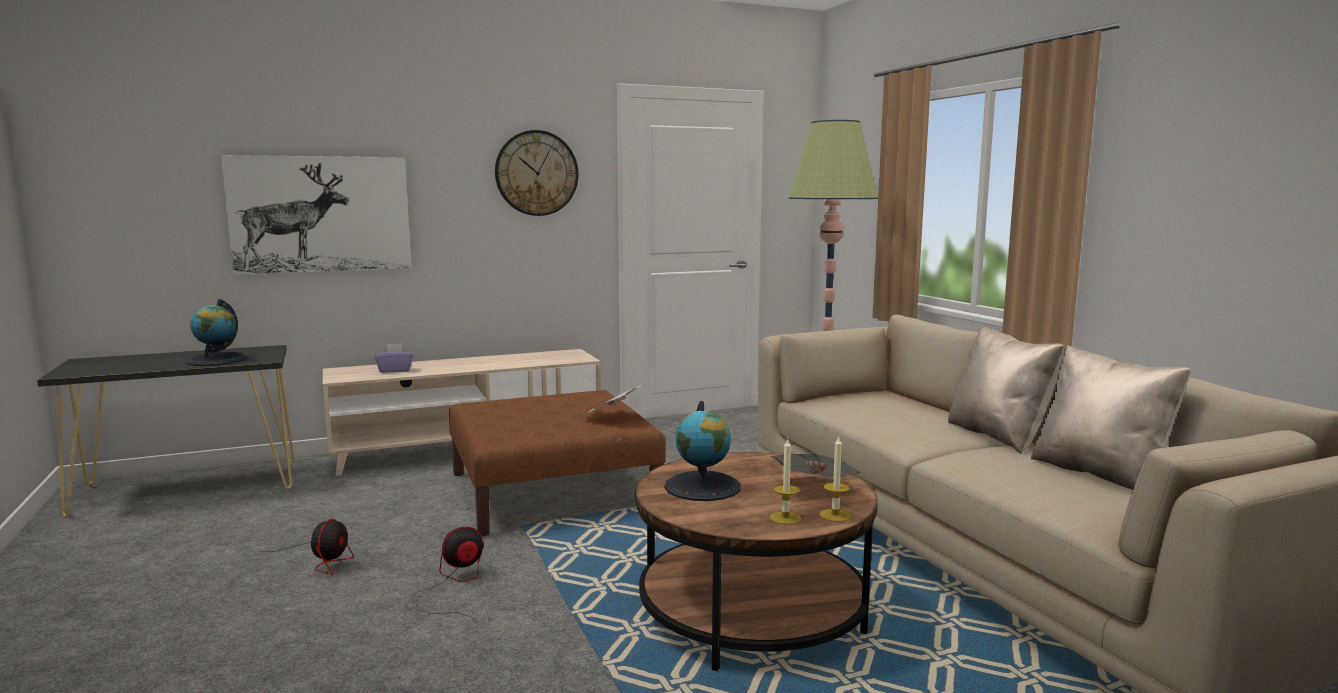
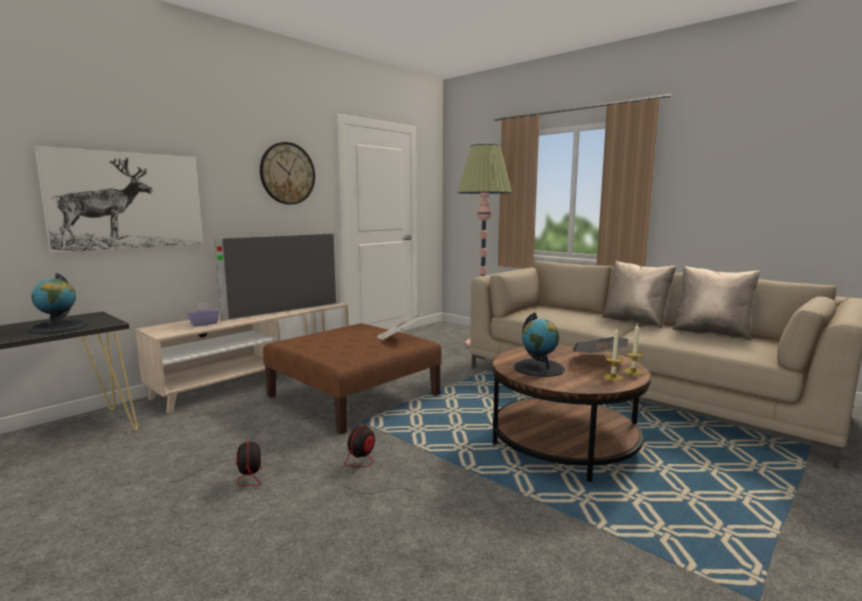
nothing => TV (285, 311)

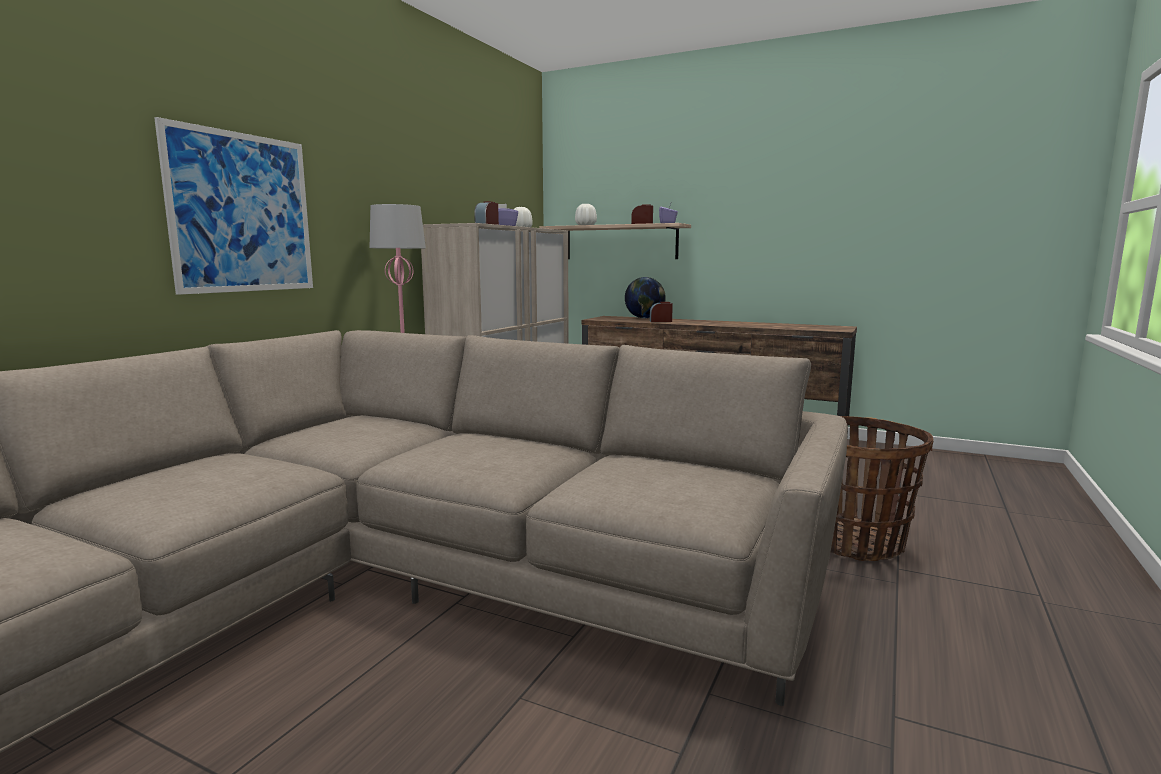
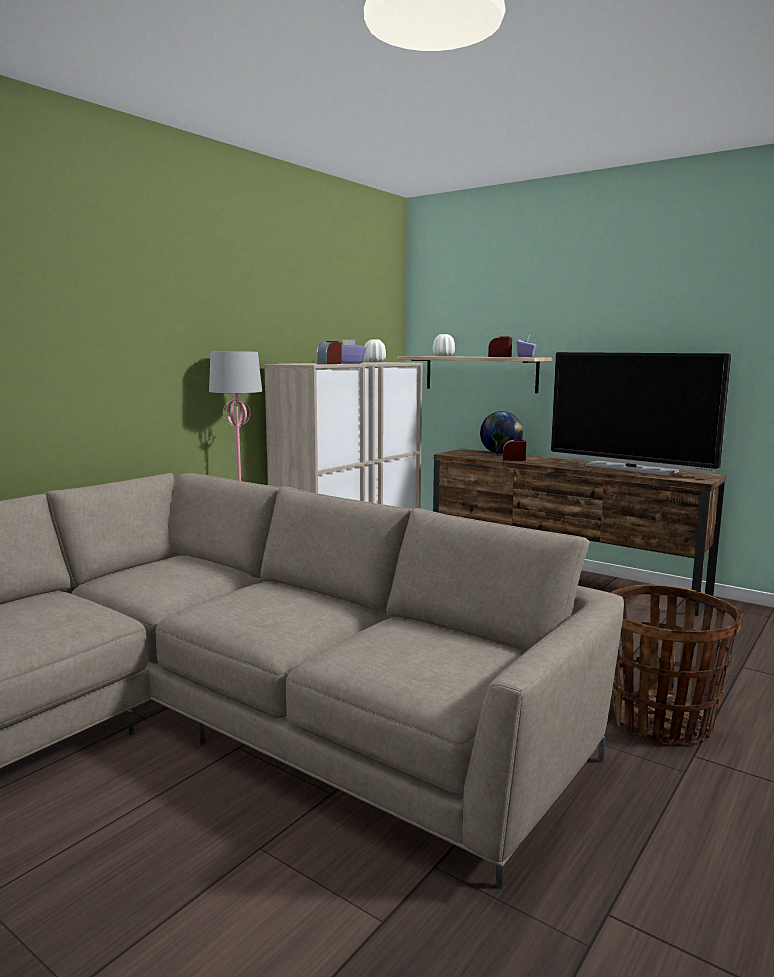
nothing => TV (630, 468)
wall_picture (242, 213) => nothing

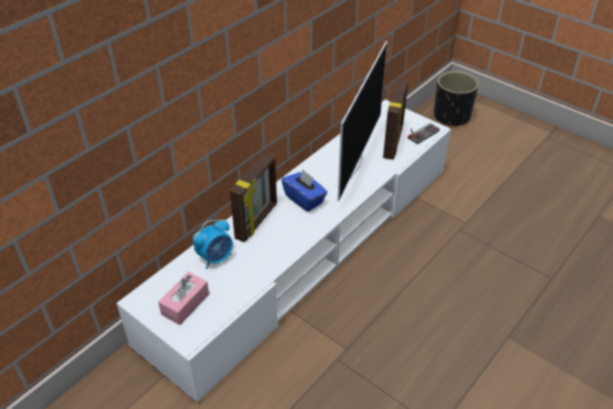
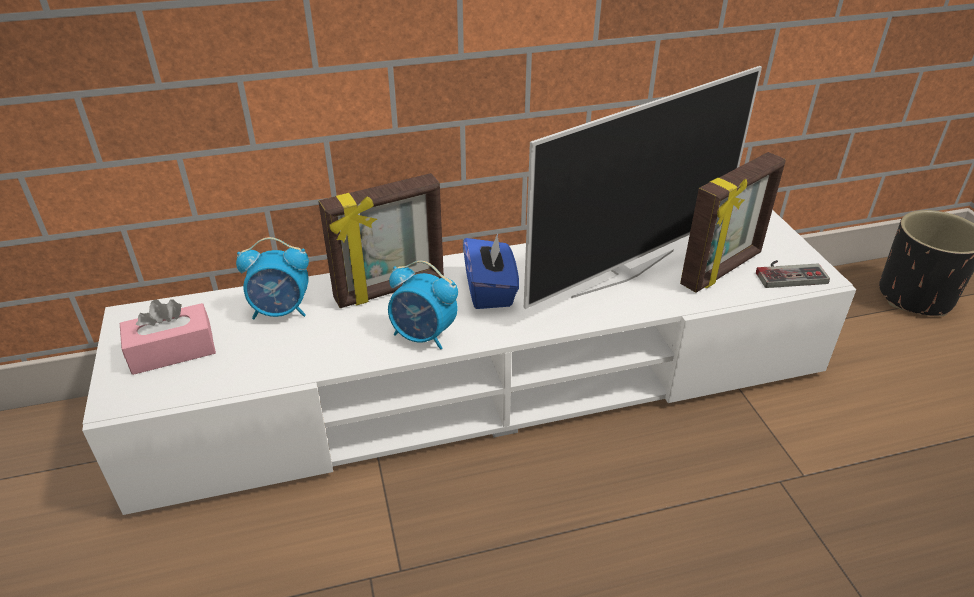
nothing => bedside_clock (423, 336)

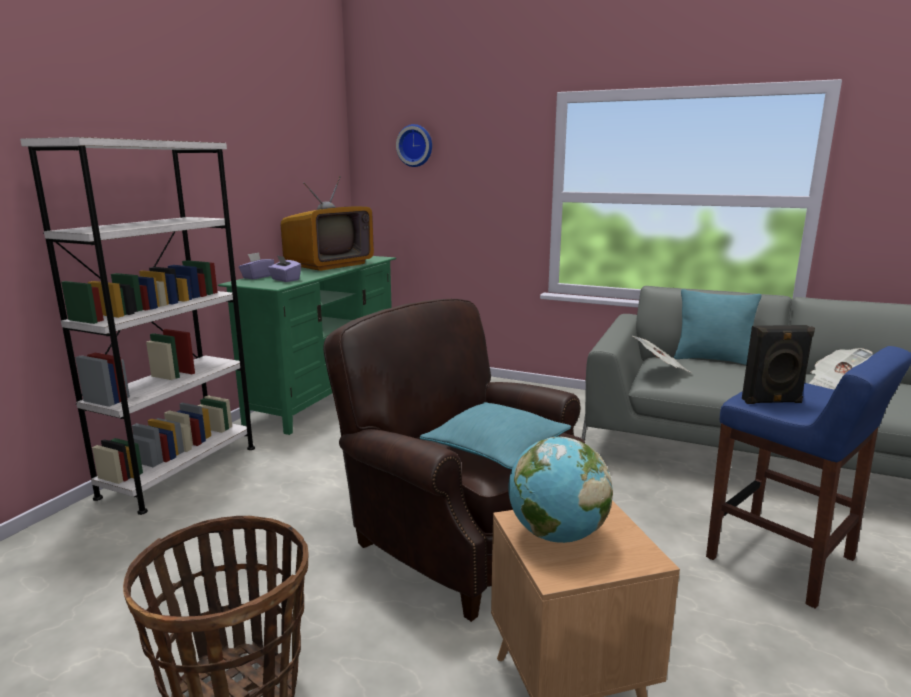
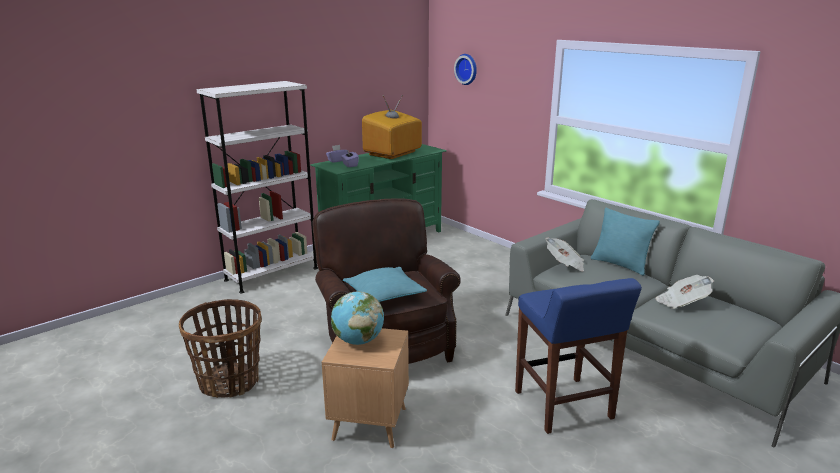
TV (329, 265) => TV (393, 153), 150 degrees clockwise
blackish_loudspeaker (772, 401) => nothing

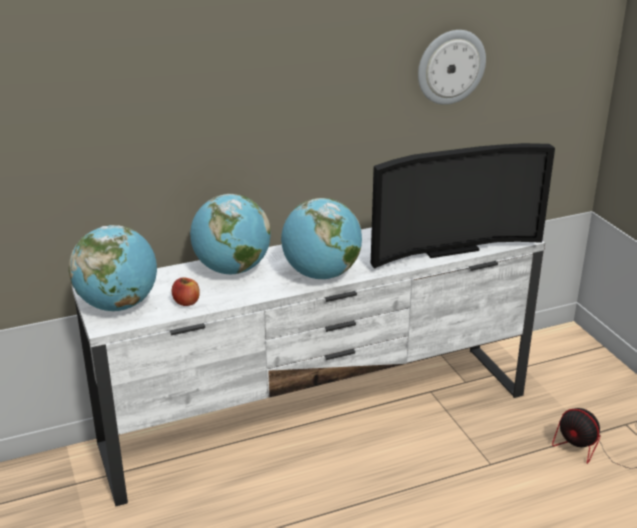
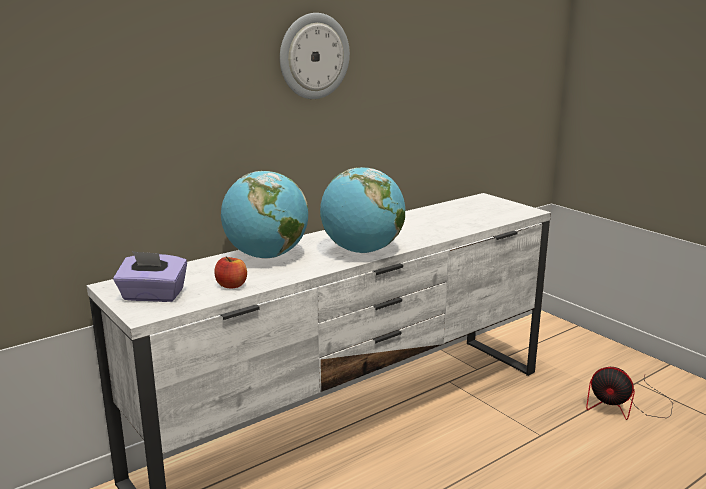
world_globe (118, 305) => purple_tissue_holder (153, 296)
clock_on_the_wall (450, 67) => clock_on_the_wall (313, 56), relocated
TV (447, 247) => nothing

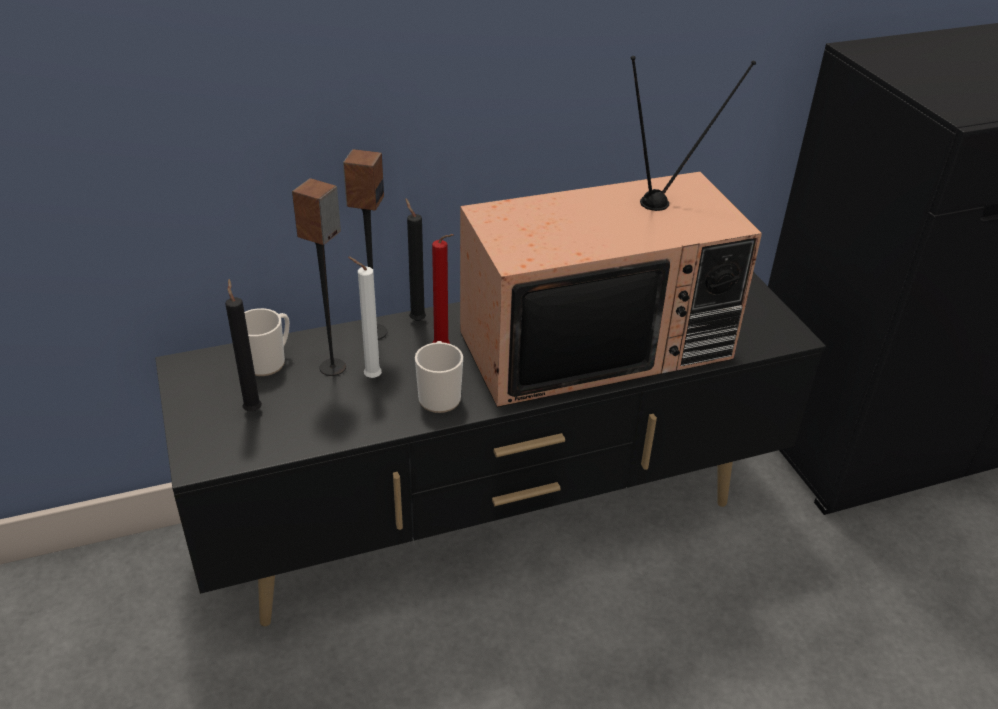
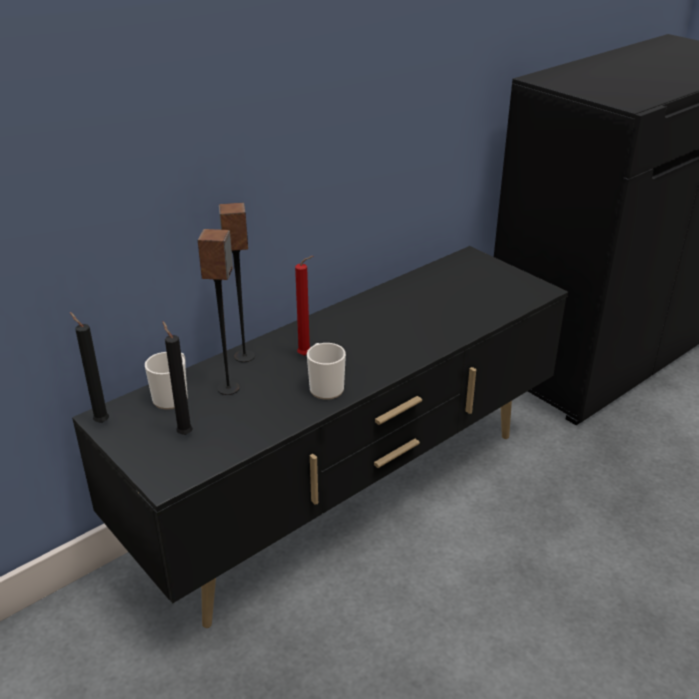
blackish_wax_light (416, 319) => blackish_wax_light (100, 421), relocated
white_wax_light (370, 377) => nothing
TV (596, 342) => nothing

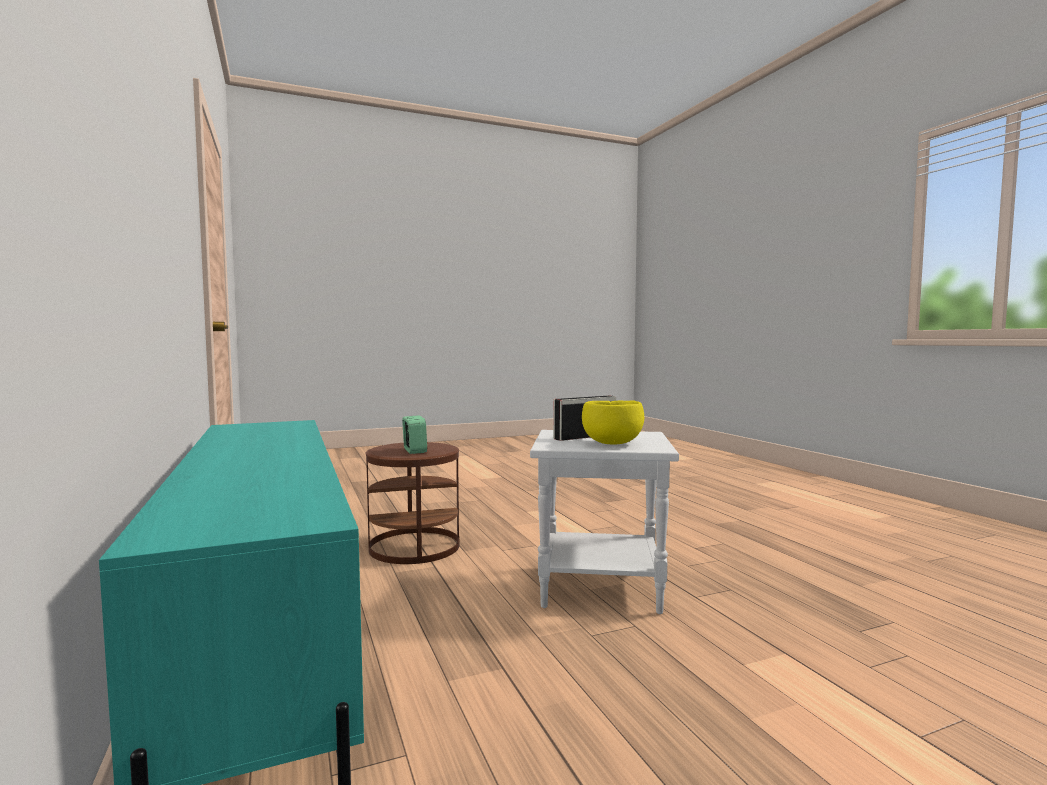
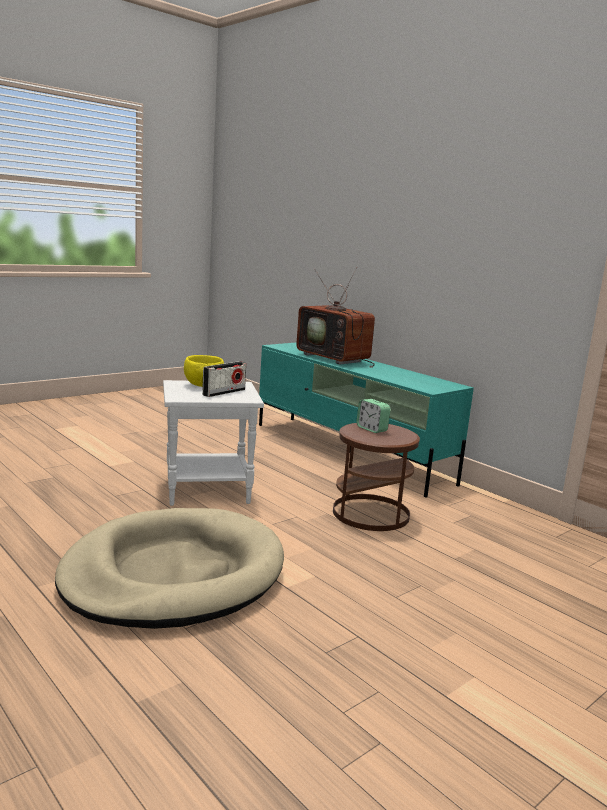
nothing => beige_dog_cushion (173, 574)
nothing => TV (336, 358)

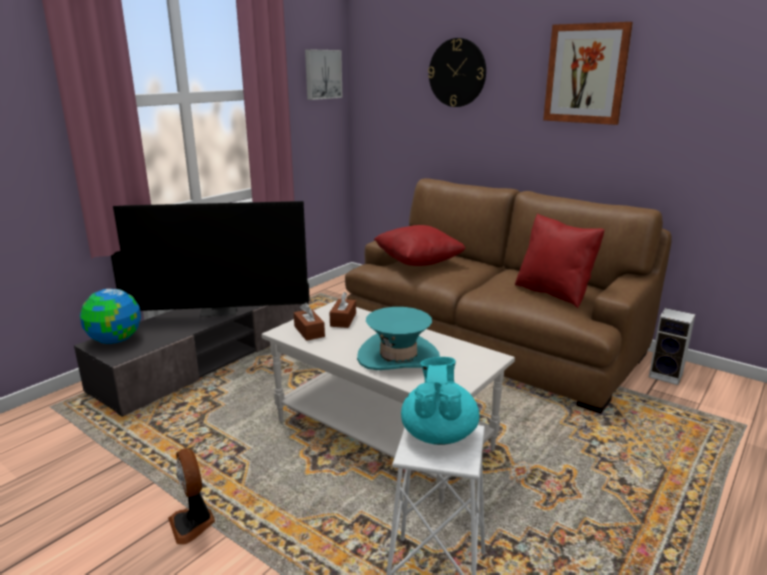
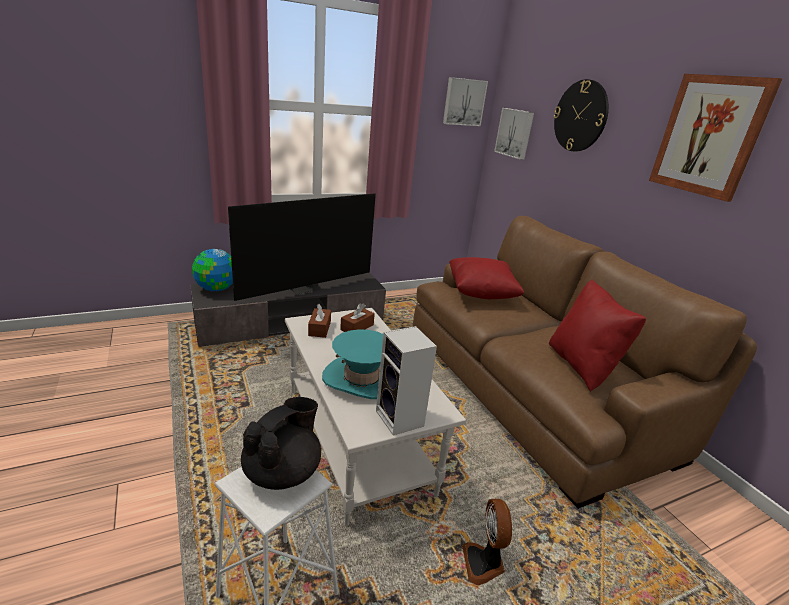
TV (220, 311) => TV (304, 288), 60 degrees counterclockwise
turquoise-coloured_pot_for_tea (438, 434) => blackish_pot_for_tea (283, 472)
loudspeaker (667, 376) => loudspeaker (401, 419), relocated
fan (193, 523) => fan (483, 563), relocated
nothing => wall_picture (515, 133)

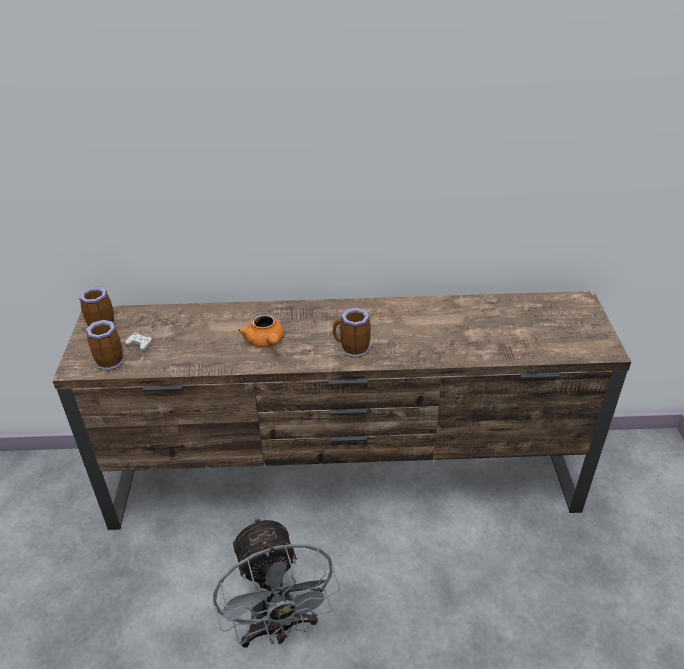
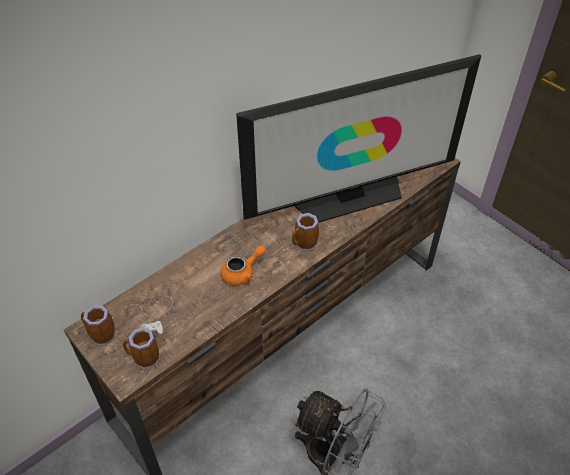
orange_pot_for_tea (266, 342) => orange_pot_for_tea (242, 273), 60 degrees counterclockwise
nothing => TV (350, 197)

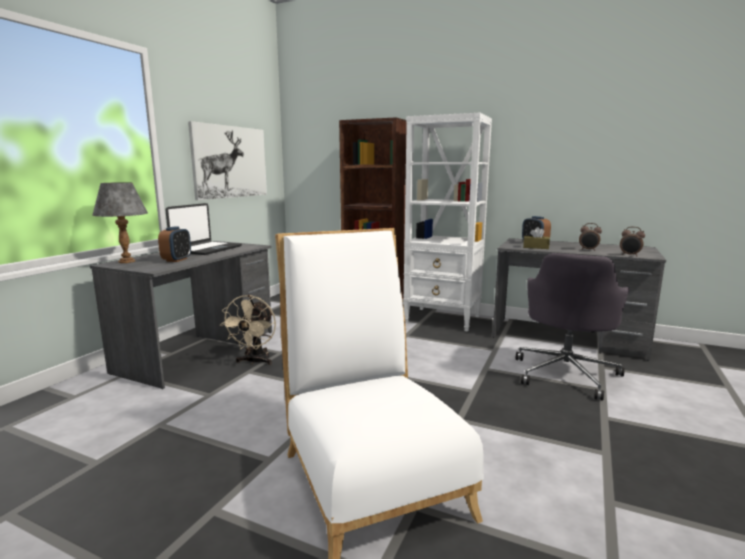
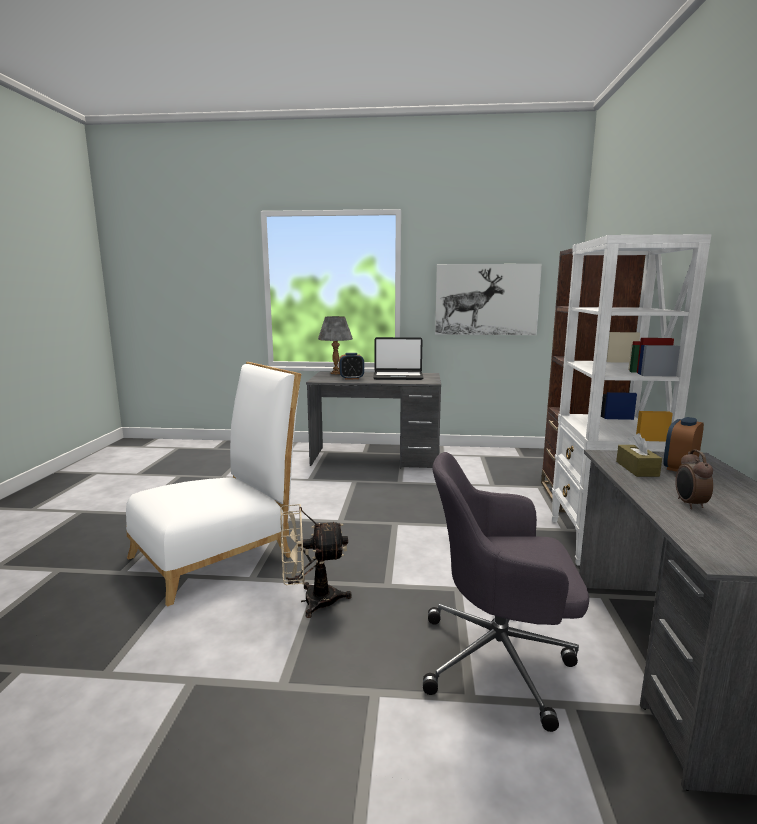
beige_fan (255, 361) => beige_fan (311, 601), relocated
bedside_clock (630, 255) => nothing

